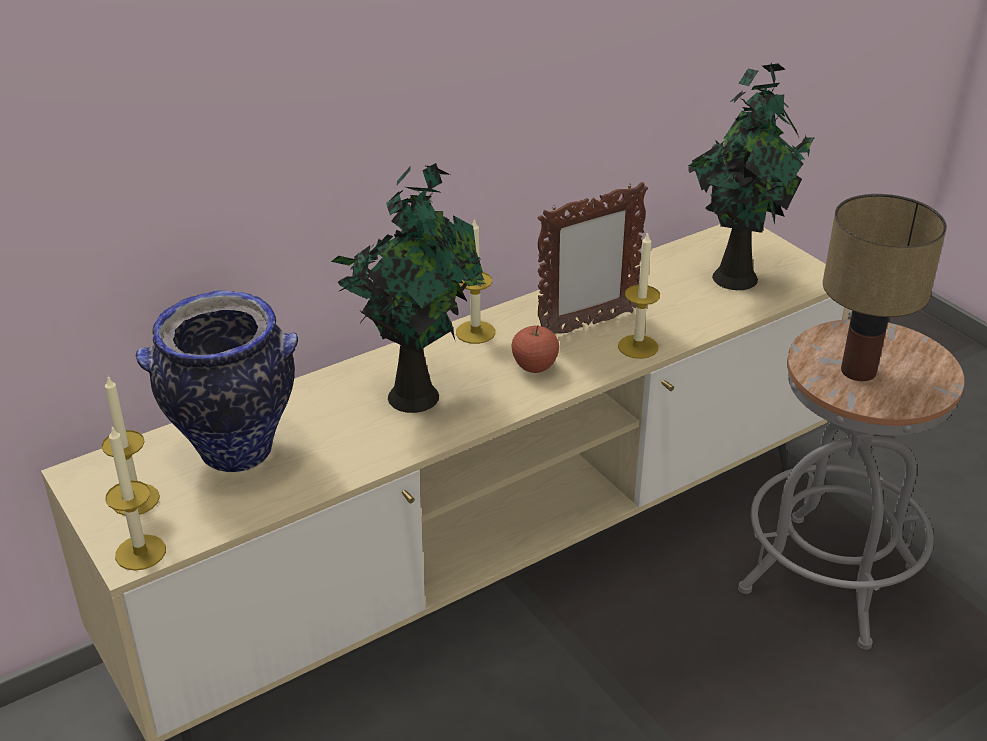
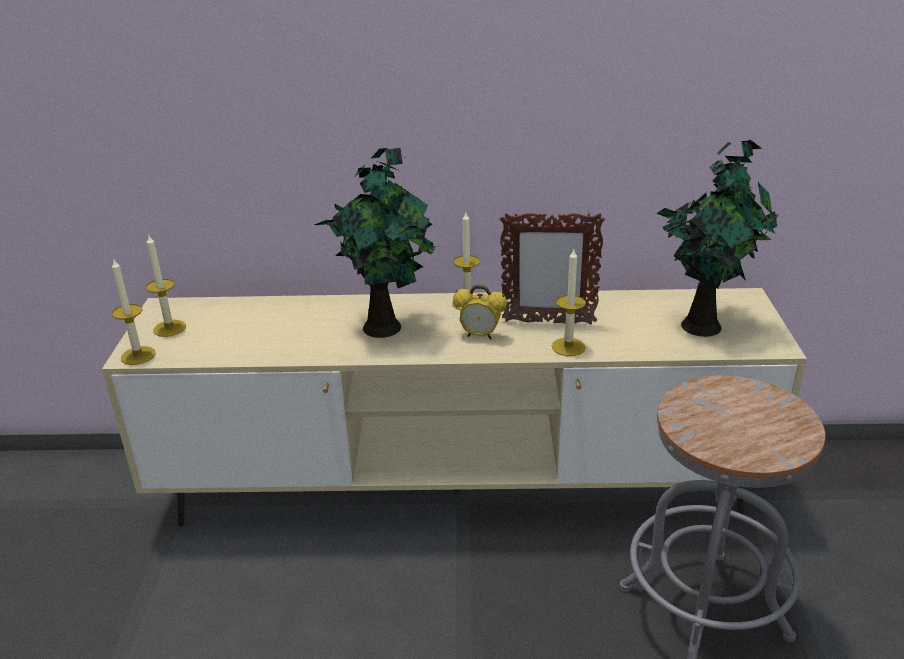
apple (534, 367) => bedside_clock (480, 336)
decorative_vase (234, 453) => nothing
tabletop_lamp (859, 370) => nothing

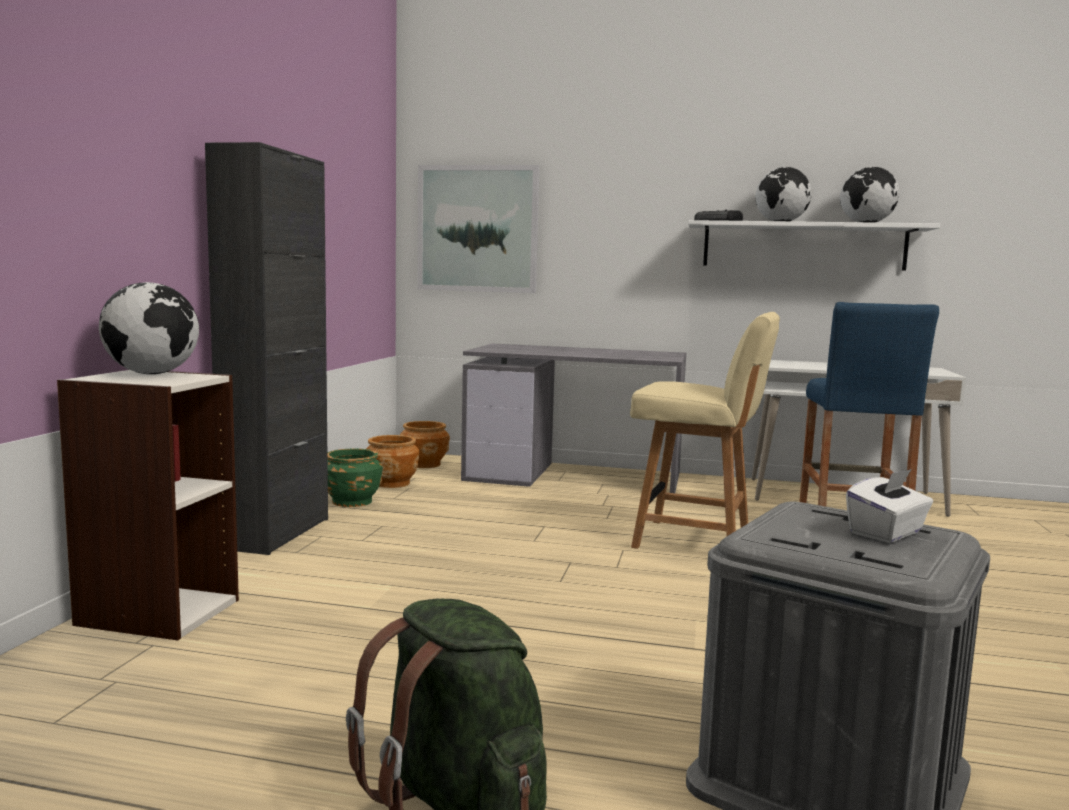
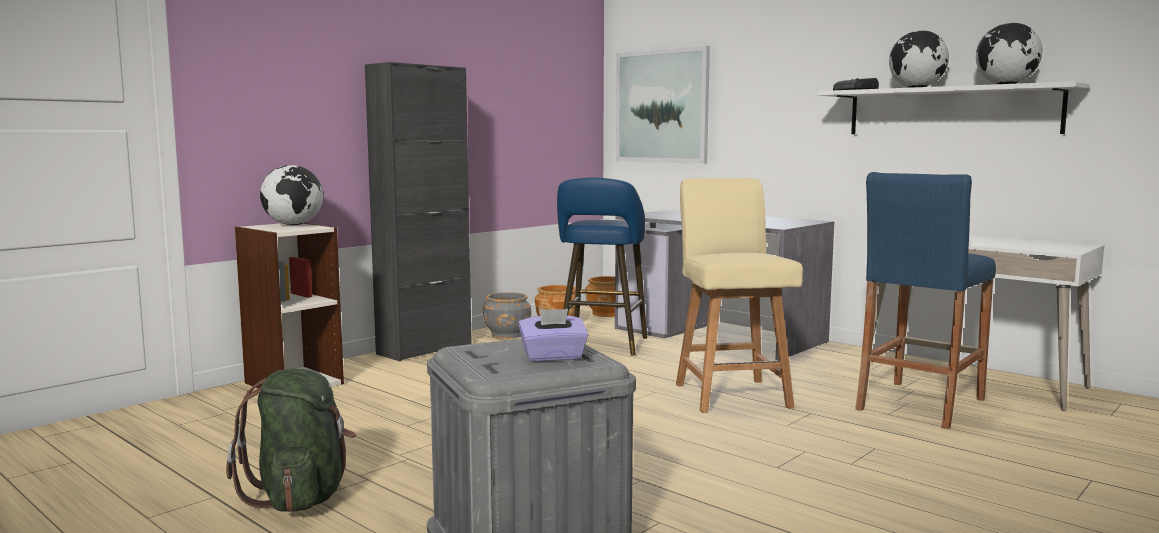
green_planter (352, 501) => grey_planter (507, 334)
white_tissue_holder (887, 533) => purple_tissue_holder (553, 357)
nothing => blue_stool_seat (601, 346)
beige_upright_chair (695, 541) => beige_upright_chair (731, 394), 150 degrees counterclockwise

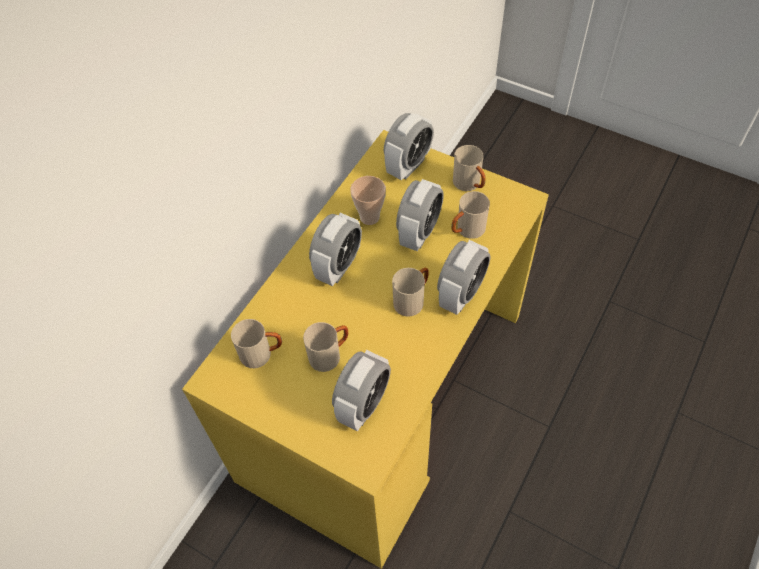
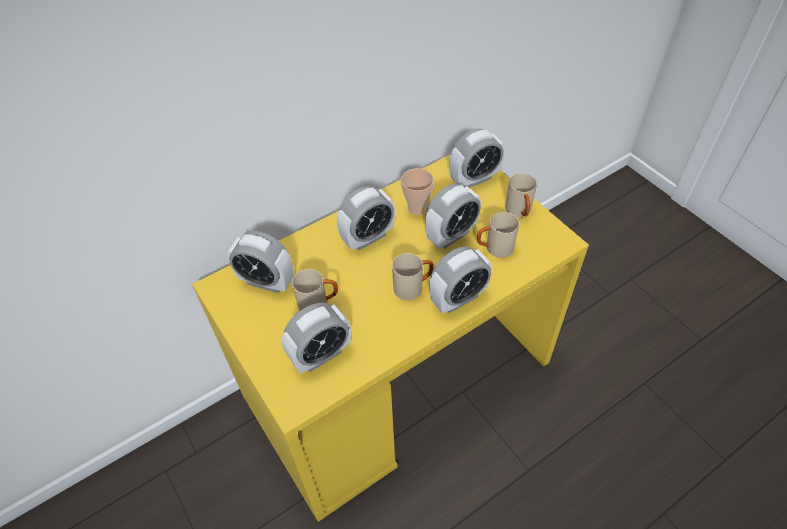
beige_tea_mug (262, 354) => bedside_clock (266, 282)

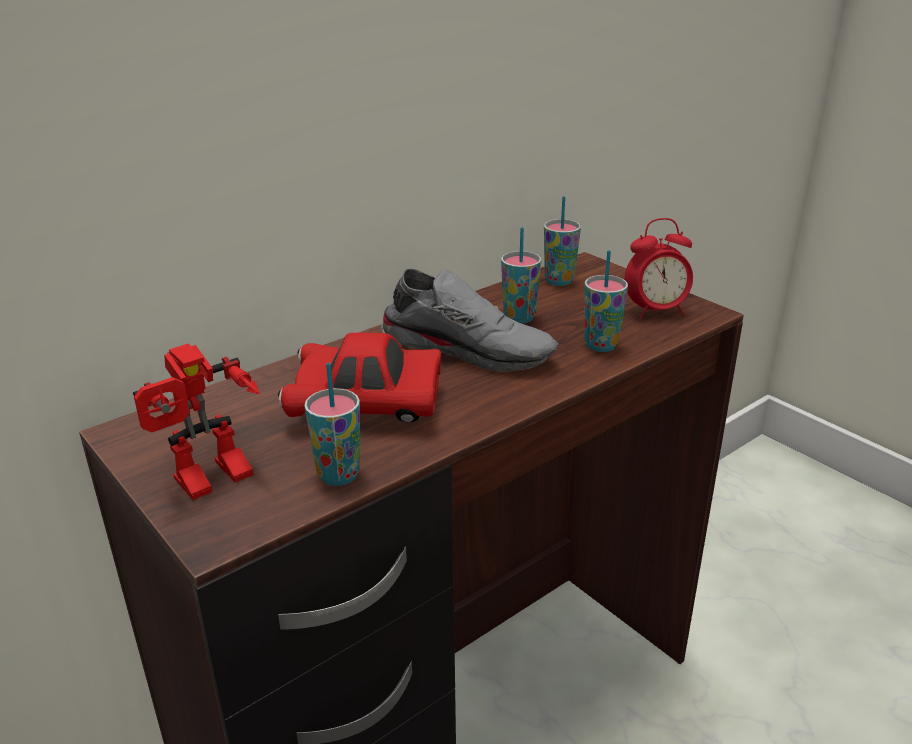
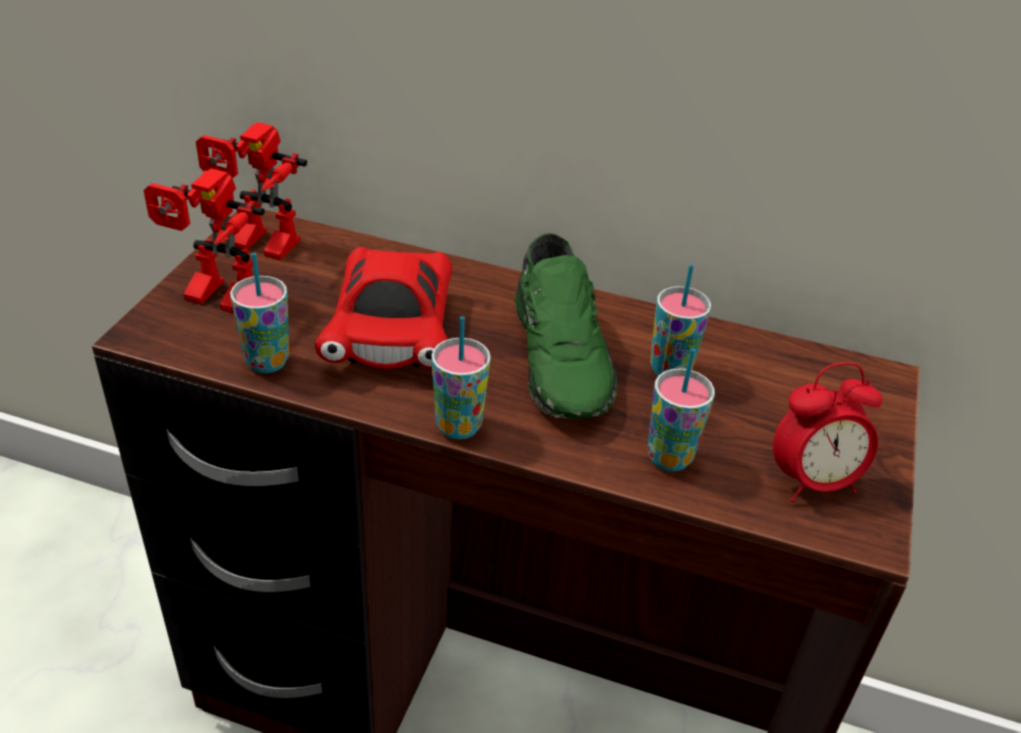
nothing => robot_figure (257, 246)
red-coloured_miniature_car (366, 406) => red-coloured_miniature_car (392, 332), 150 degrees counterclockwise
drinking_cup (559, 281) => drinking_cup (458, 426), relocated
grey_item_of_footwear (469, 348) => green_item_of_footwear (563, 357)
bedside_clock (656, 312) => bedside_clock (813, 482), 60 degrees counterclockwise

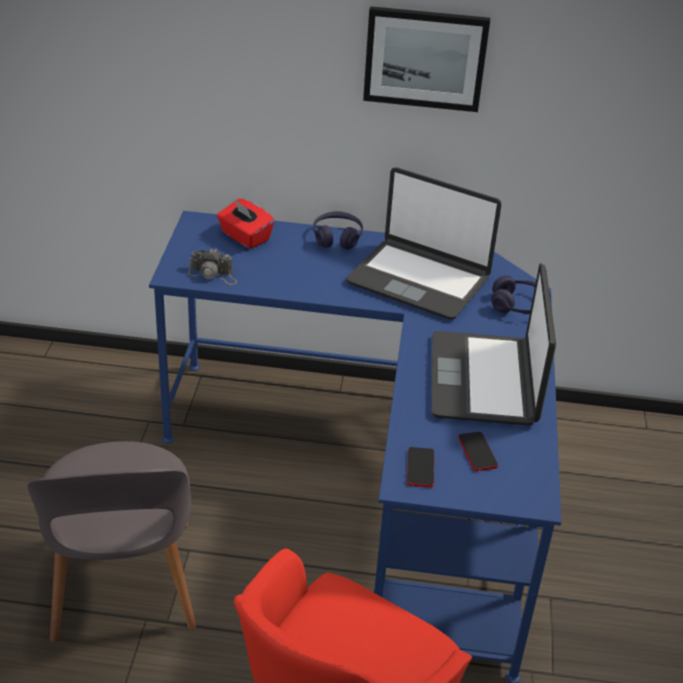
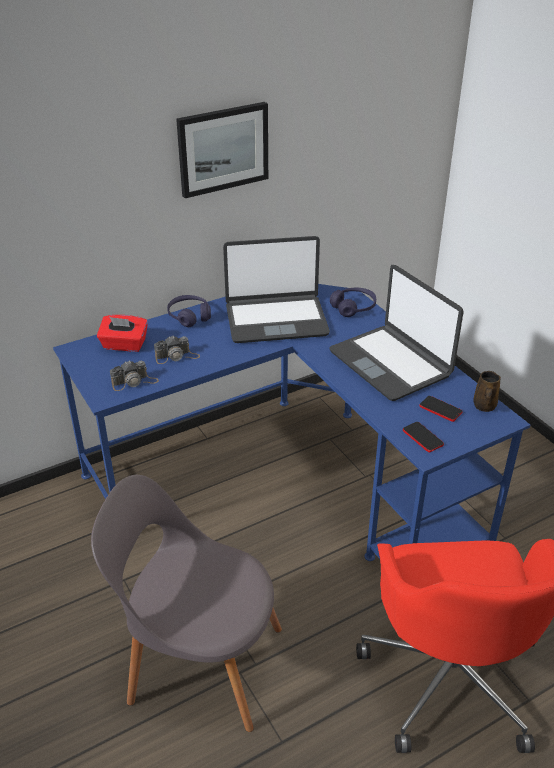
grey_upright_chair (123, 587) => grey_upright_chair (199, 661), 150 degrees clockwise
nothing => still_camera (177, 356)
nothing => brownish_tea_mug (484, 406)

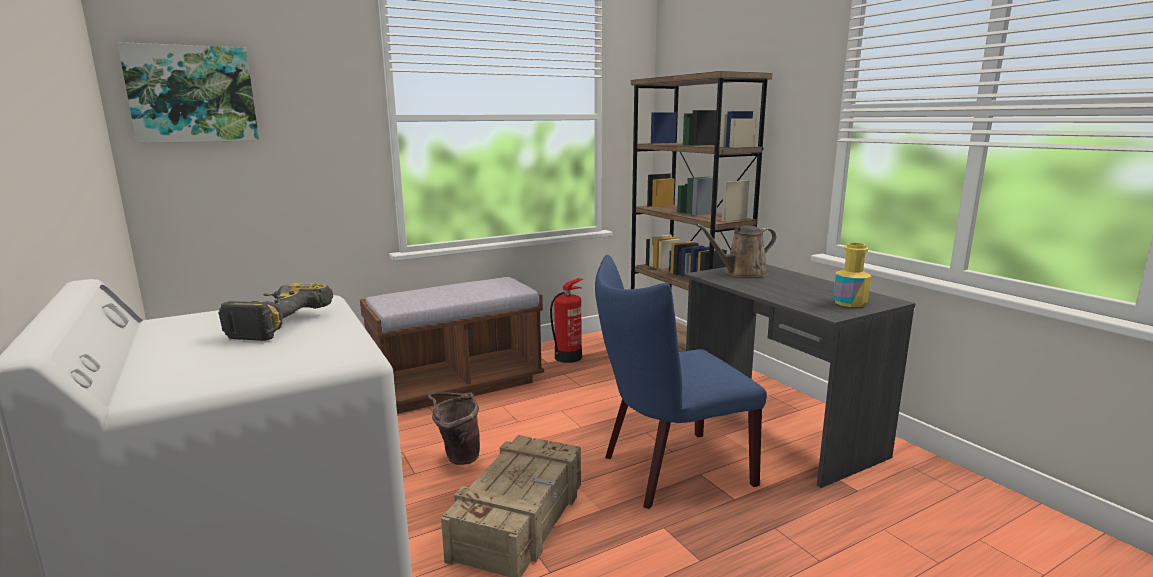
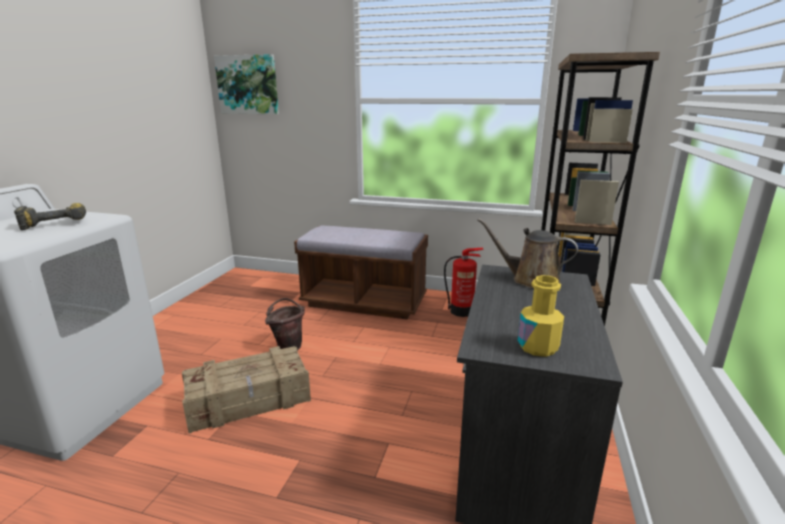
blue_upright_chair (668, 471) => nothing

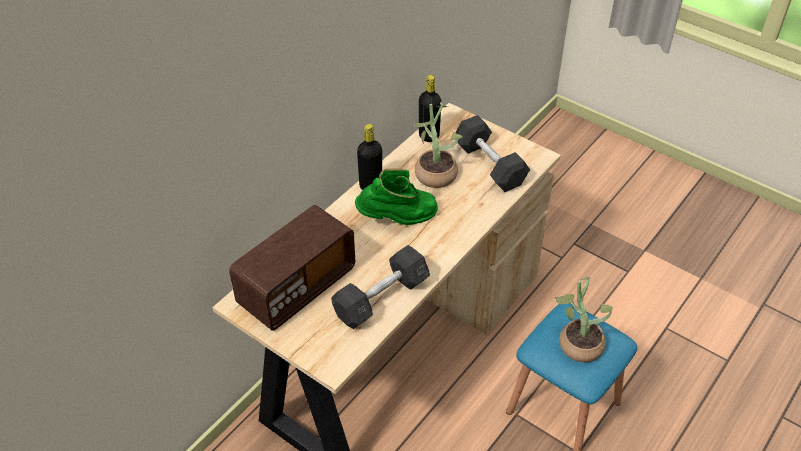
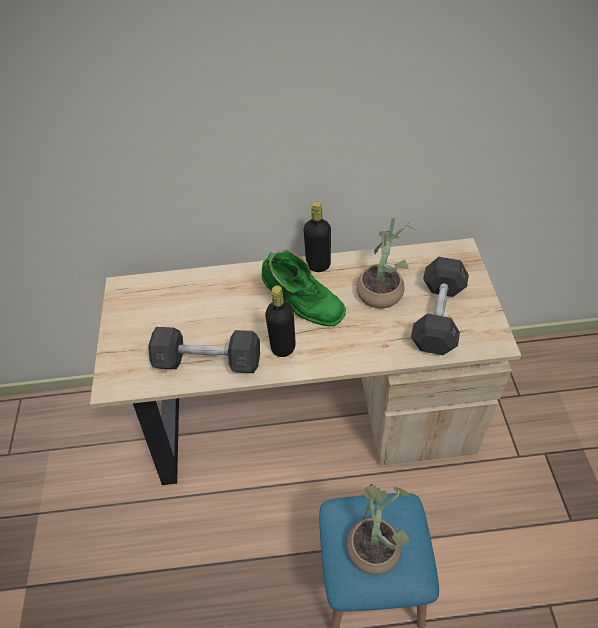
blackish_bottle (429, 136) => blackish_bottle (283, 347), relocated
radio (297, 288) => nothing

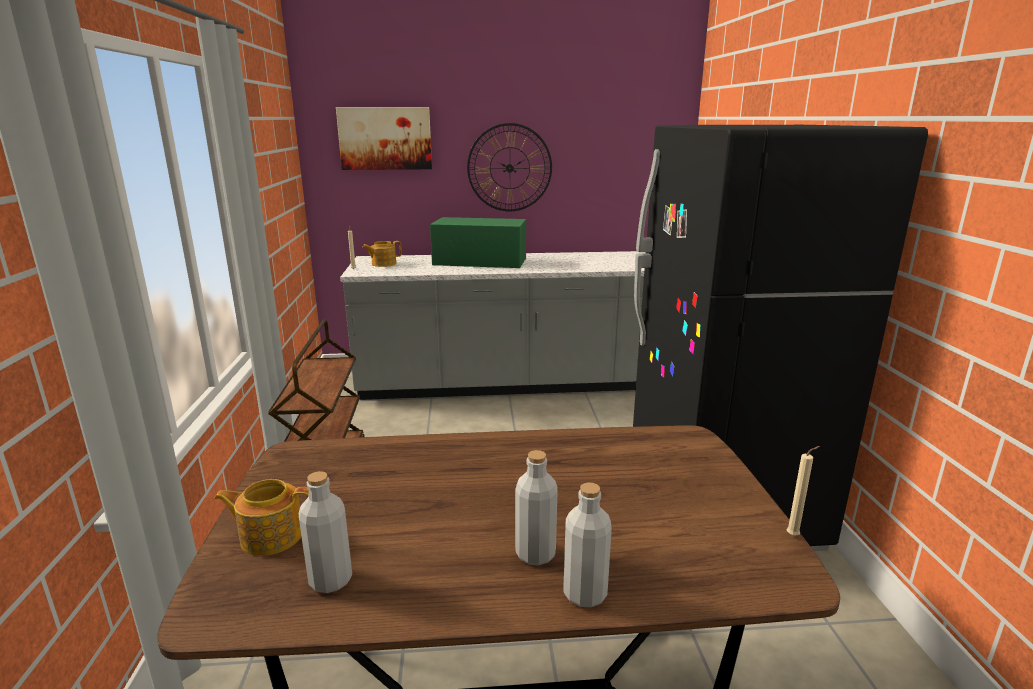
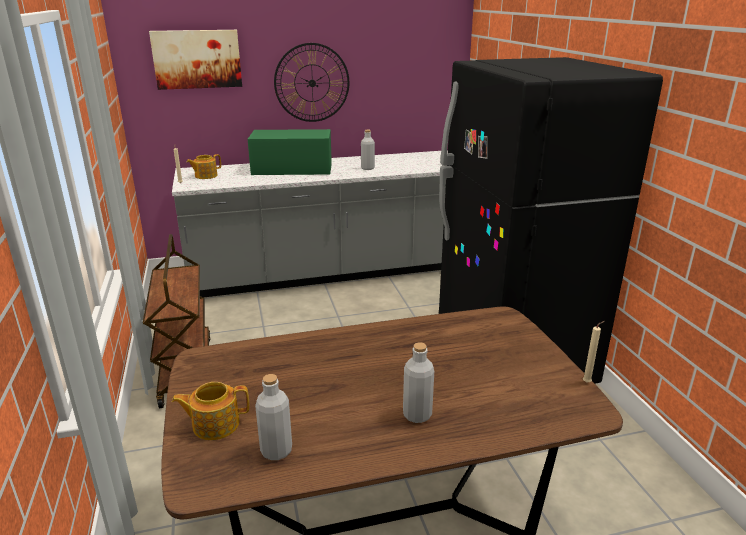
grey_bottle (585, 593) => grey_bottle (367, 168), relocated

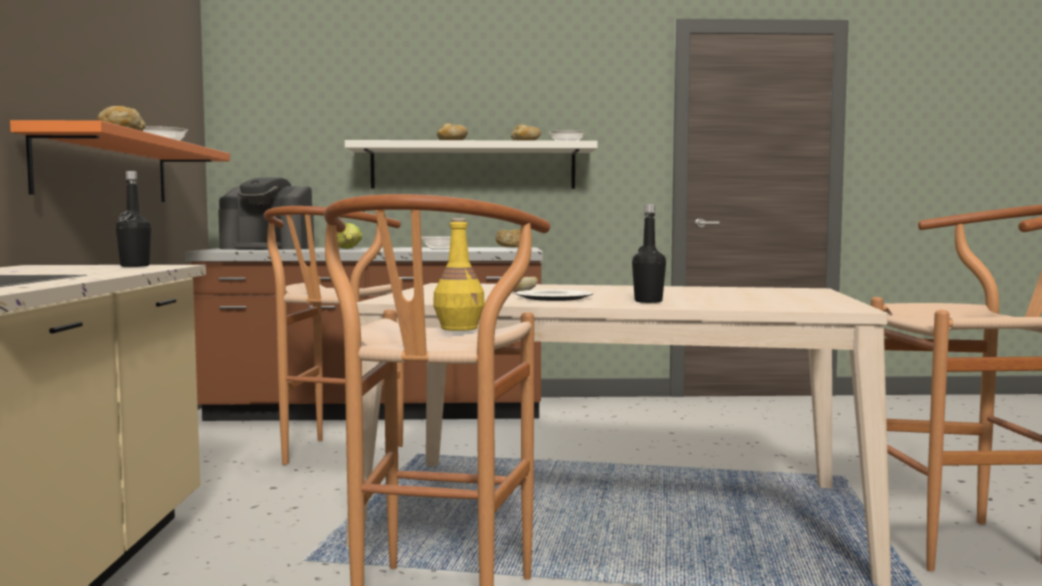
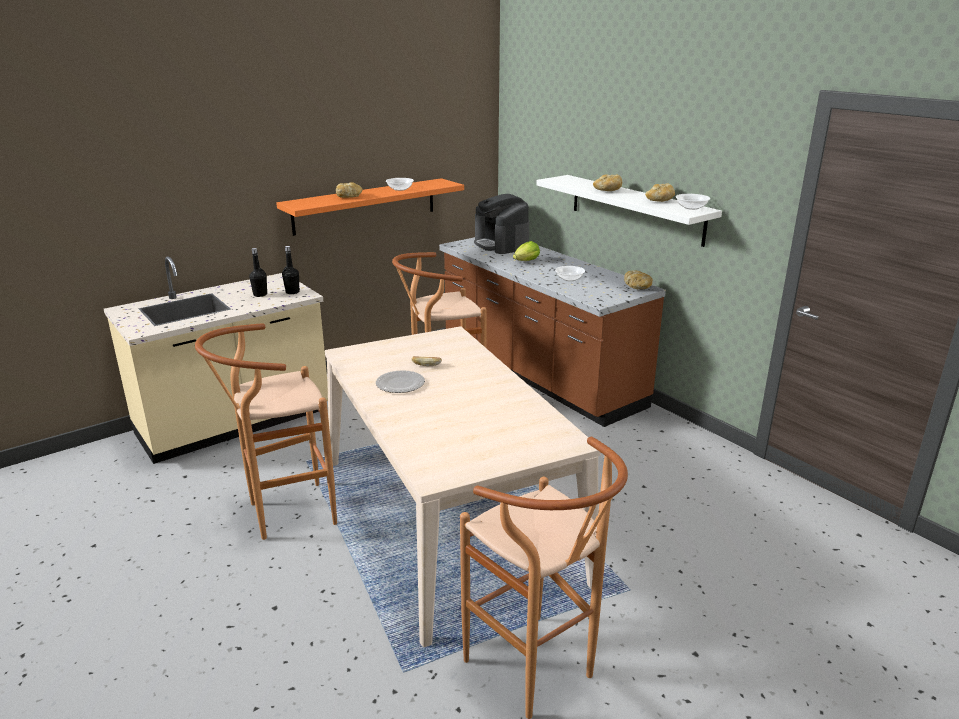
blackish_bottle (648, 301) => blackish_bottle (260, 294), relocated
yellow-coloured_bottle (459, 328) => nothing

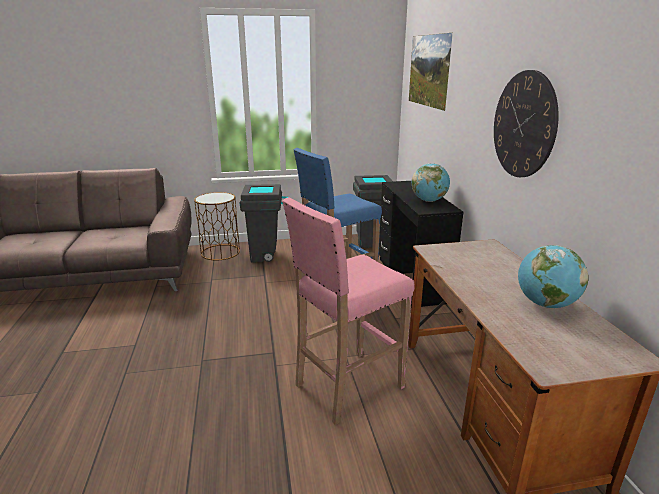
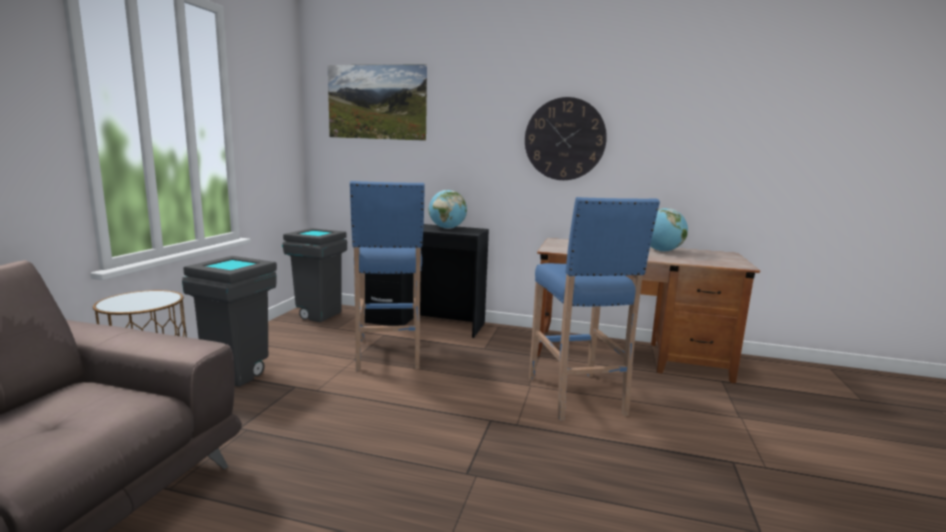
pinkish_stool_seat (347, 386) => blue_stool_seat (577, 397)

